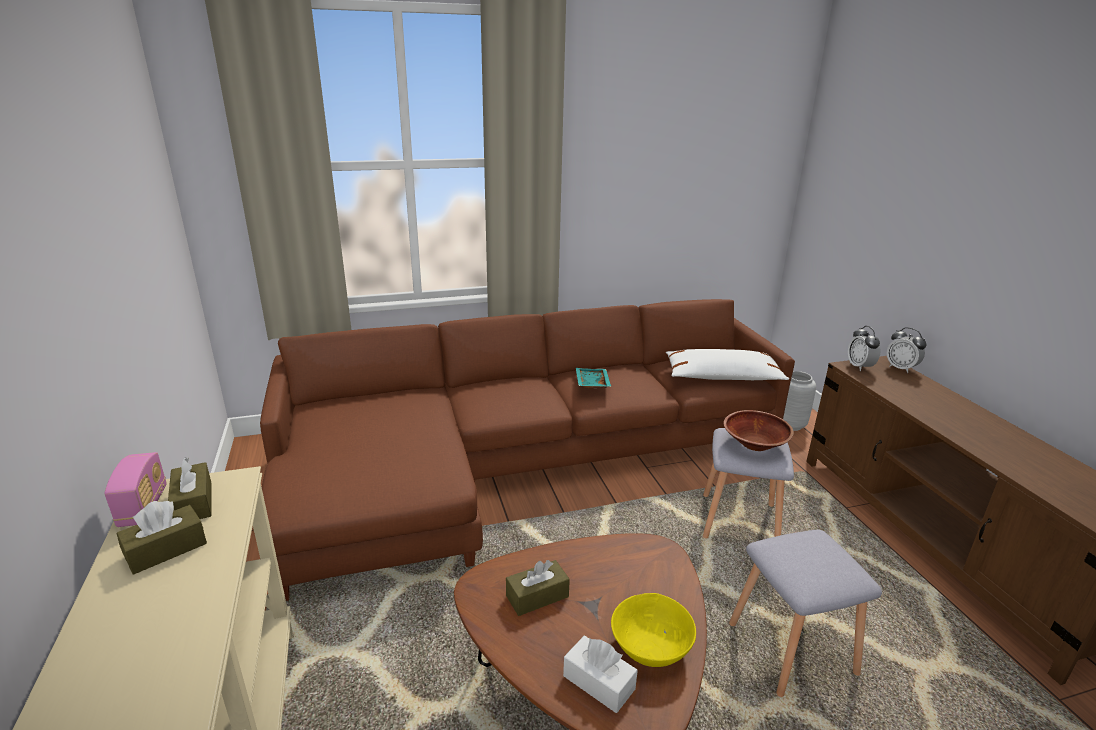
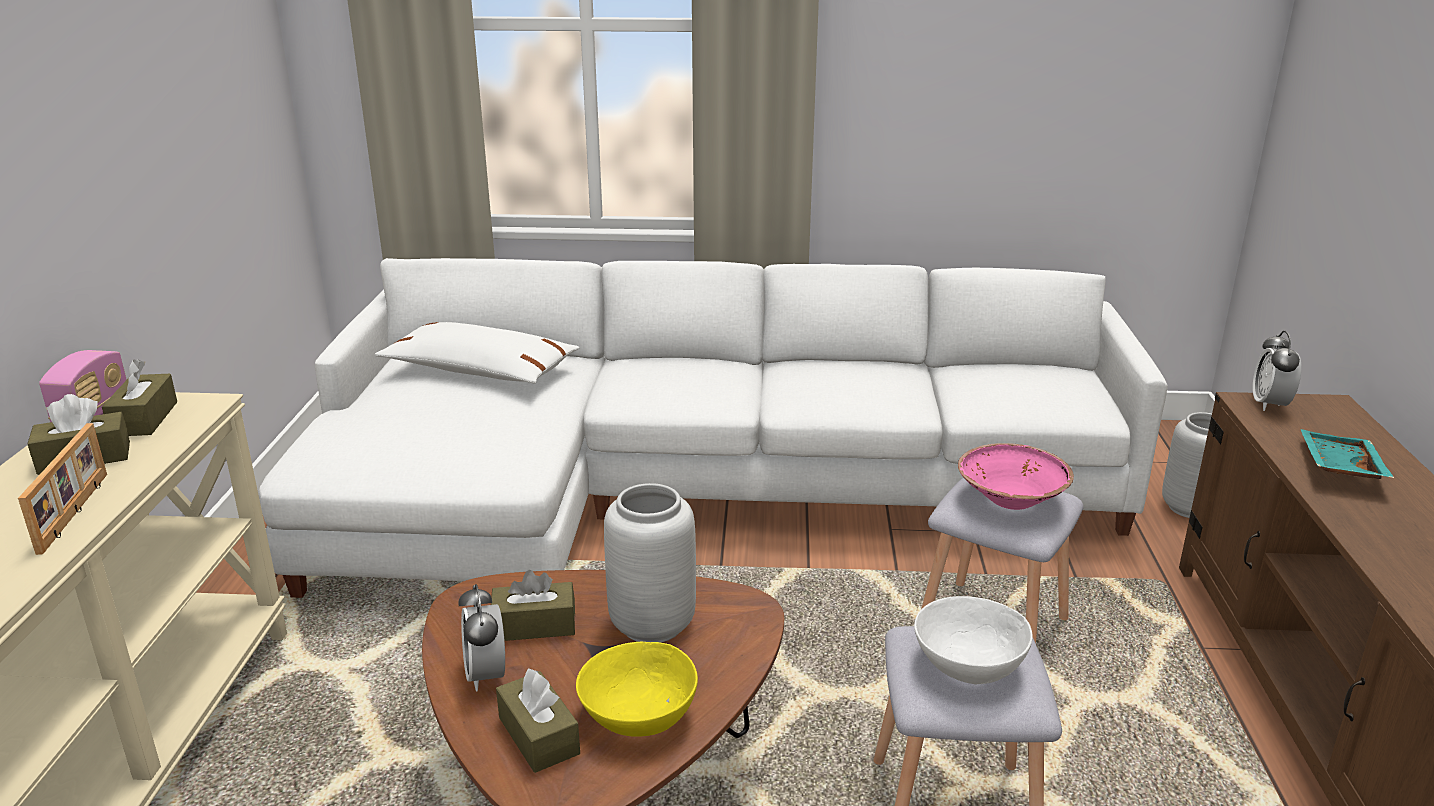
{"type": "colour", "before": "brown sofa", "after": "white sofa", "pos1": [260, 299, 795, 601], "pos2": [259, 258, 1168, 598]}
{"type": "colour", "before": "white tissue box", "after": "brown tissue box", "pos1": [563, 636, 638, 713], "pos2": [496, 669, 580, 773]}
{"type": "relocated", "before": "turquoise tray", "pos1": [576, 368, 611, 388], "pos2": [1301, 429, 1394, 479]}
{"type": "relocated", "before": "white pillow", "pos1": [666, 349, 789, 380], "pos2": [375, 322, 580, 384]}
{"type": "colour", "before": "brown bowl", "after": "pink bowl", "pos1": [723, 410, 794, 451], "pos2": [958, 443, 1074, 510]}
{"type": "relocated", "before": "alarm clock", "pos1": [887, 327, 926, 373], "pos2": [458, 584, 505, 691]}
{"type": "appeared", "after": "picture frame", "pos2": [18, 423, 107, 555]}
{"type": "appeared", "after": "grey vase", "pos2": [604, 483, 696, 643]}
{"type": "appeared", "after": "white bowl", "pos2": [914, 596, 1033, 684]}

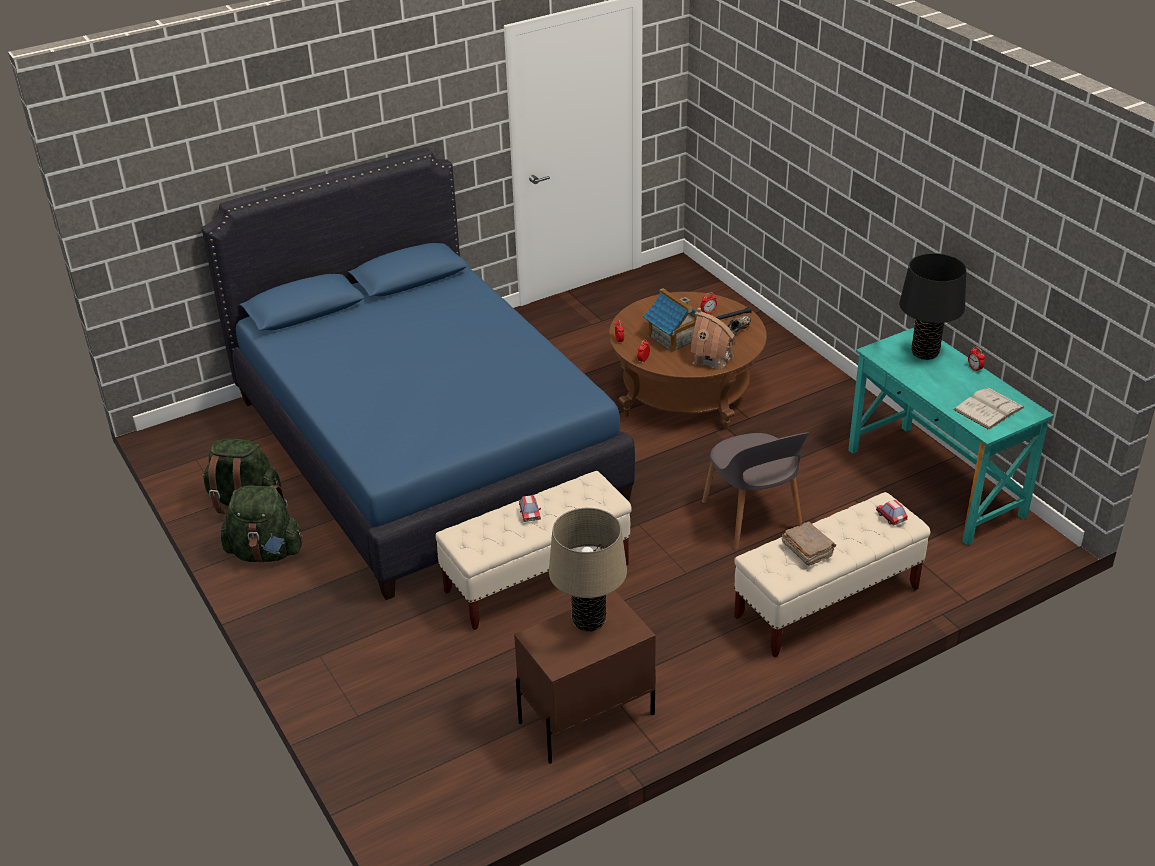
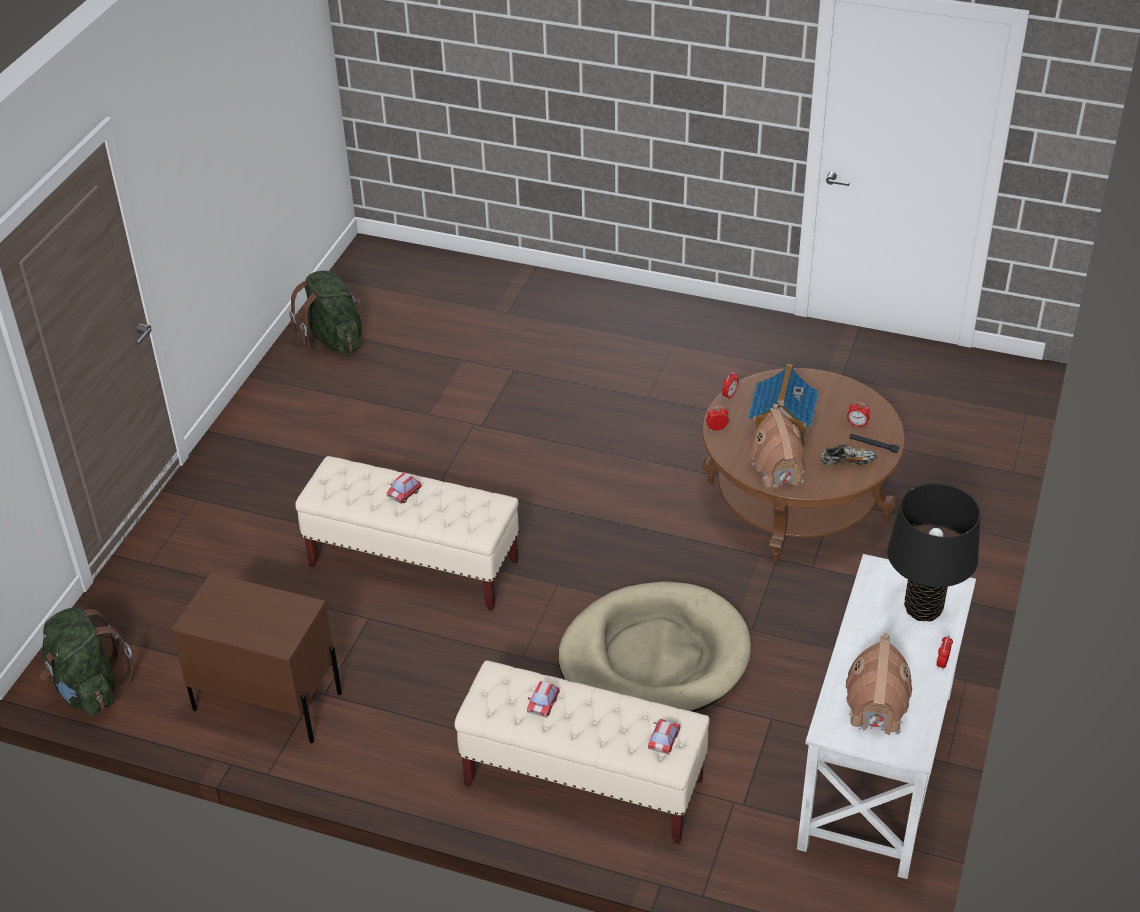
{"type": "missing", "before": "blue bed", "pos1": [201, 148, 635, 600]}
{"type": "relocated", "before": "green backpack", "pos1": [221, 485, 303, 563], "pos2": [40, 607, 134, 715]}
{"type": "missing", "before": "beige table lamp", "pos1": [549, 508, 627, 632]}
{"type": "exchanged", "before": "grey chair", "after": "beige dog bed", "pos1": [702, 432, 810, 550], "pos2": [558, 582, 751, 712]}
{"type": "exchanged", "before": "brown book", "after": "toy car", "pos1": [782, 522, 836, 566], "pos2": [527, 681, 560, 718]}
{"type": "colour", "before": "turquoise desk", "after": "white desk", "pos1": [848, 328, 1054, 545], "pos2": [797, 554, 976, 879]}
{"type": "exchanged", "before": "white book", "after": "toy house", "pos1": [953, 388, 1025, 430], "pos2": [846, 633, 912, 735]}

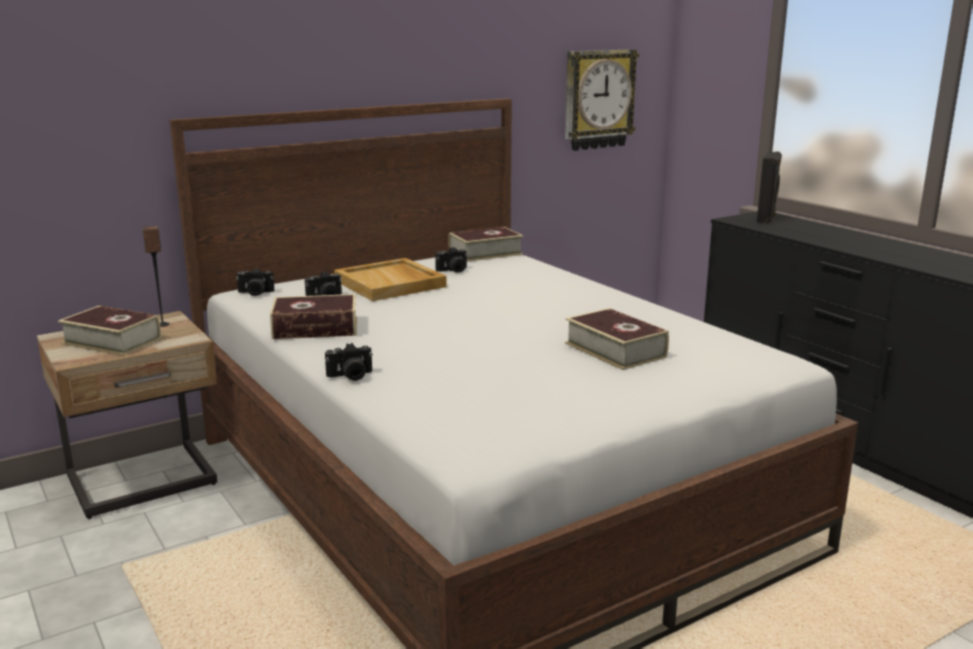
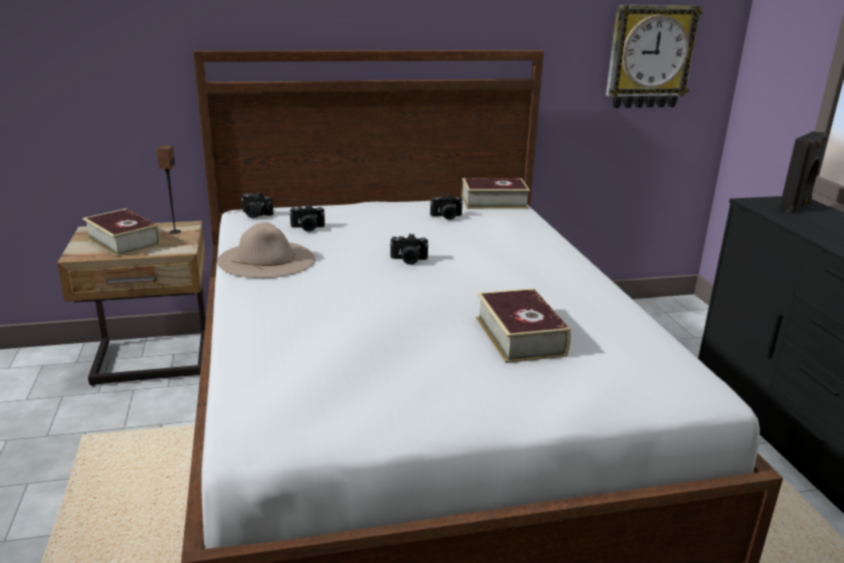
{"type": "exchanged", "before": "book", "after": "beige hat", "pos1": [270, 294, 357, 339], "pos2": [217, 222, 315, 278]}
{"type": "relocated", "before": "photo camera", "pos1": [325, 343, 373, 381], "pos2": [390, 234, 429, 265]}
{"type": "missing", "before": "beige tray", "pos1": [334, 258, 447, 301]}

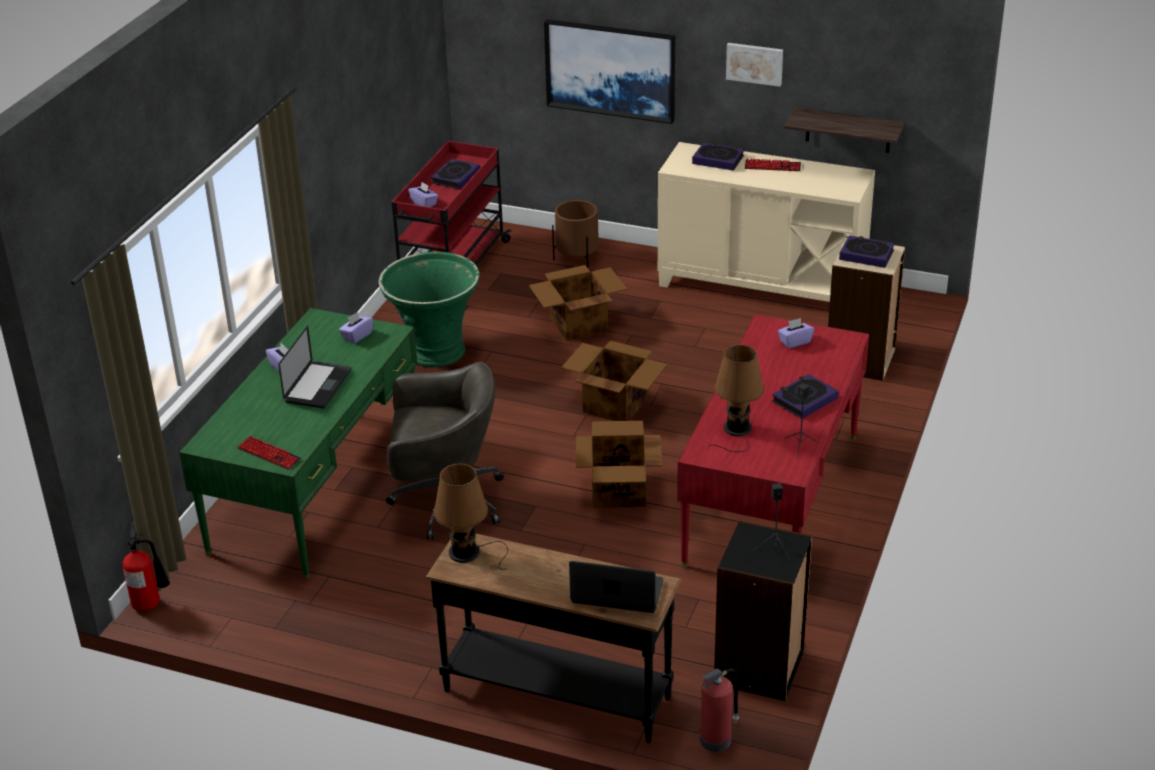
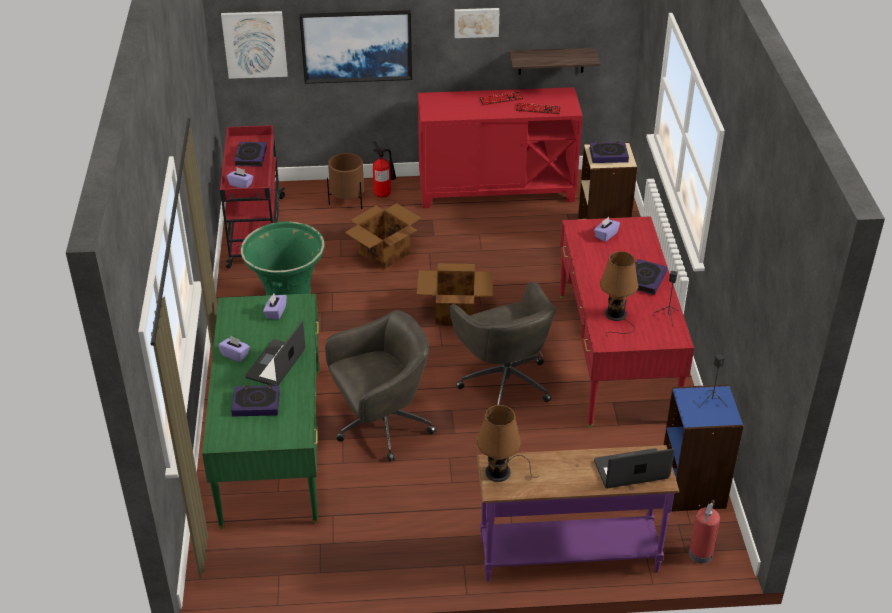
{"type": "relocated", "before": "fire extinguisher", "pos1": [123, 521, 170, 612], "pos2": [373, 141, 396, 197]}
{"type": "relocated", "before": "keyboard", "pos1": [237, 436, 301, 470], "pos2": [516, 102, 560, 114]}
{"type": "spun", "before": "laptop", "pos1": [278, 326, 351, 408], "pos2": [245, 321, 305, 386], "turn": -150}
{"type": "colour", "before": "black console table", "after": "purple console table", "pos1": [425, 534, 682, 743], "pos2": [477, 445, 680, 582]}
{"type": "exchanged", "before": "cardboard box", "after": "grey office chair", "pos1": [576, 421, 662, 508], "pos2": [449, 282, 556, 405]}
{"type": "colour", "before": "beige cabinet", "after": "red cabinet", "pos1": [658, 142, 875, 302], "pos2": [418, 87, 583, 208]}
{"type": "relocated", "before": "book", "pos1": [692, 142, 744, 171], "pos2": [231, 385, 280, 417]}
{"type": "colour", "before": "black bookcase", "after": "blue bookcase", "pos1": [714, 521, 812, 701], "pos2": [663, 384, 744, 512]}
{"type": "appeared", "after": "picture", "pos2": [221, 11, 288, 79]}

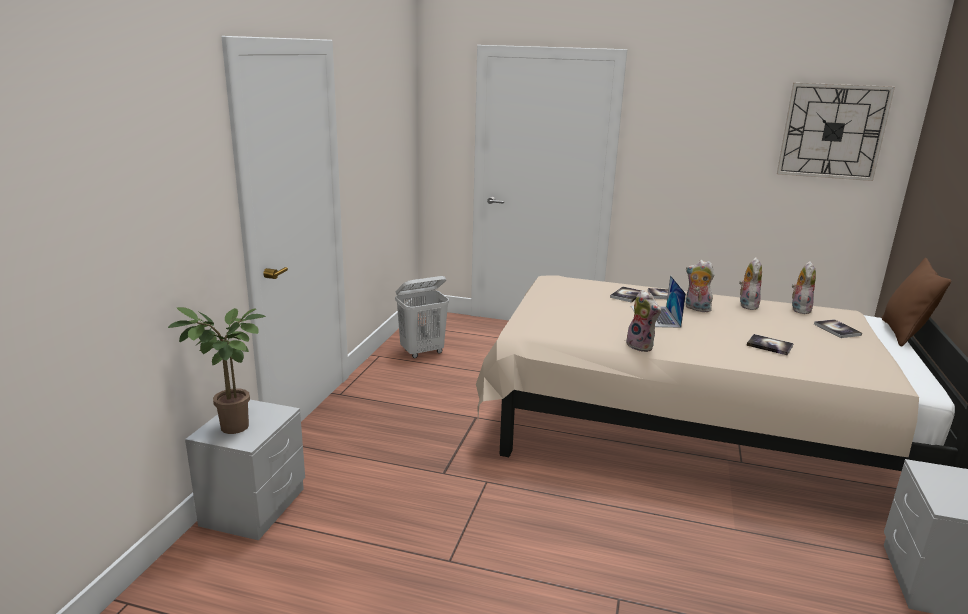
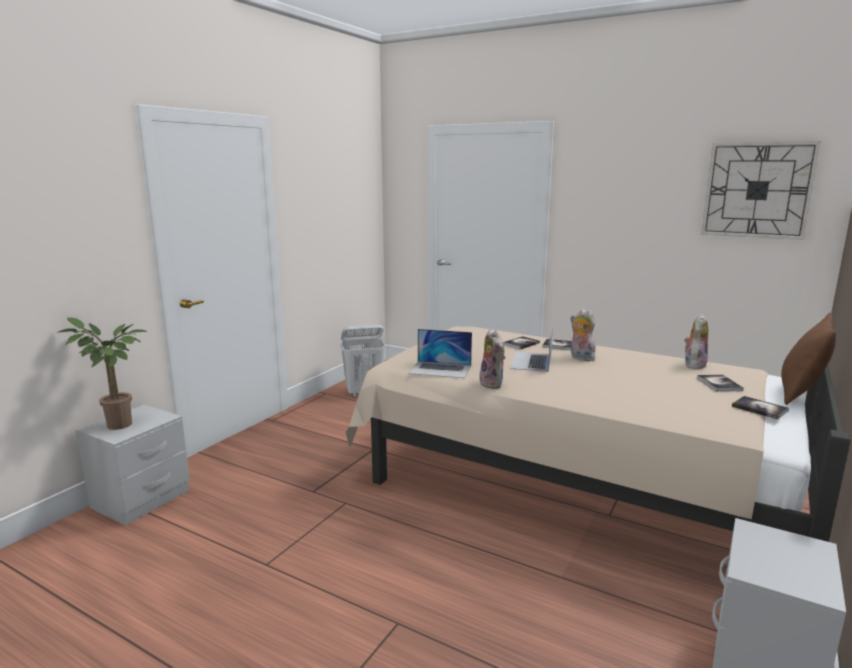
{"type": "missing", "before": "plush toy", "pos1": [739, 257, 762, 310]}
{"type": "relocated", "before": "book", "pos1": [747, 334, 794, 355], "pos2": [732, 396, 789, 420]}
{"type": "appeared", "after": "laptop", "pos2": [409, 329, 472, 378]}

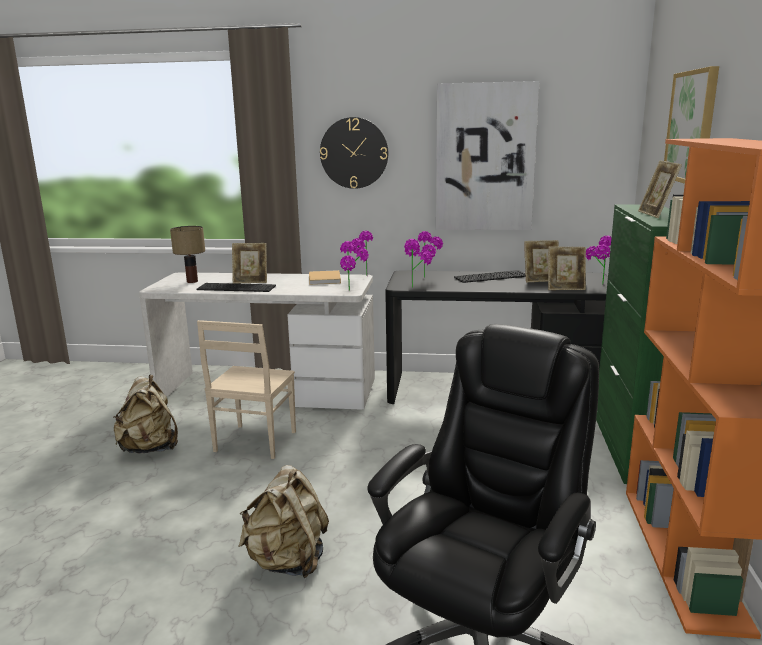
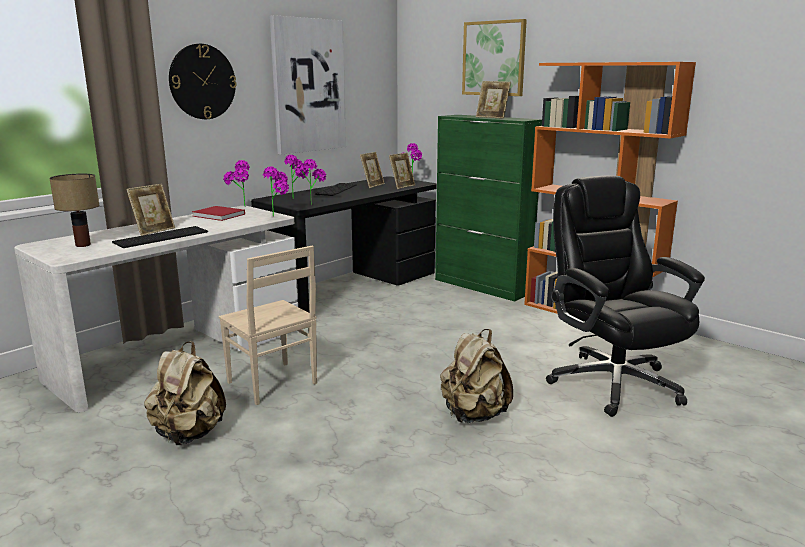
{"type": "colour", "before": "beige book", "after": "red book", "pos1": [309, 270, 341, 285], "pos2": [192, 206, 245, 221]}

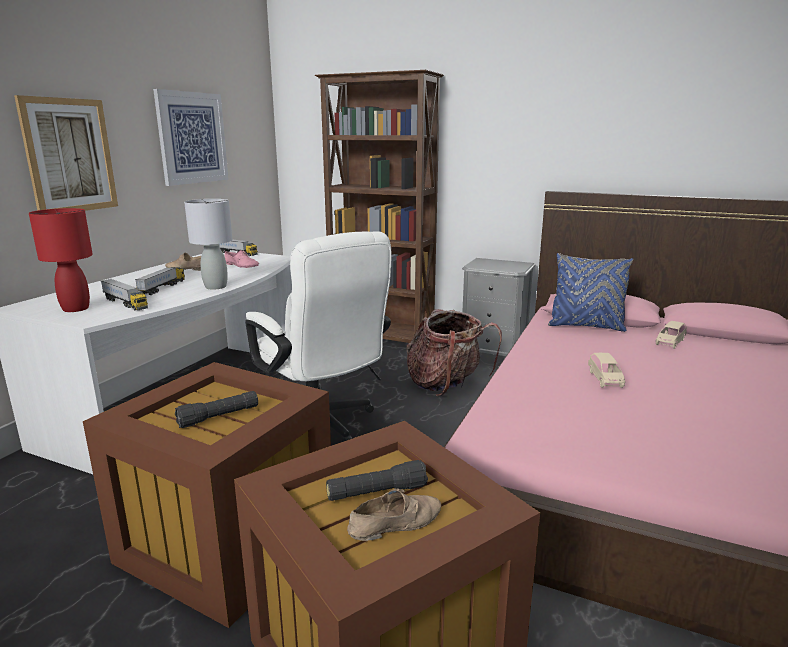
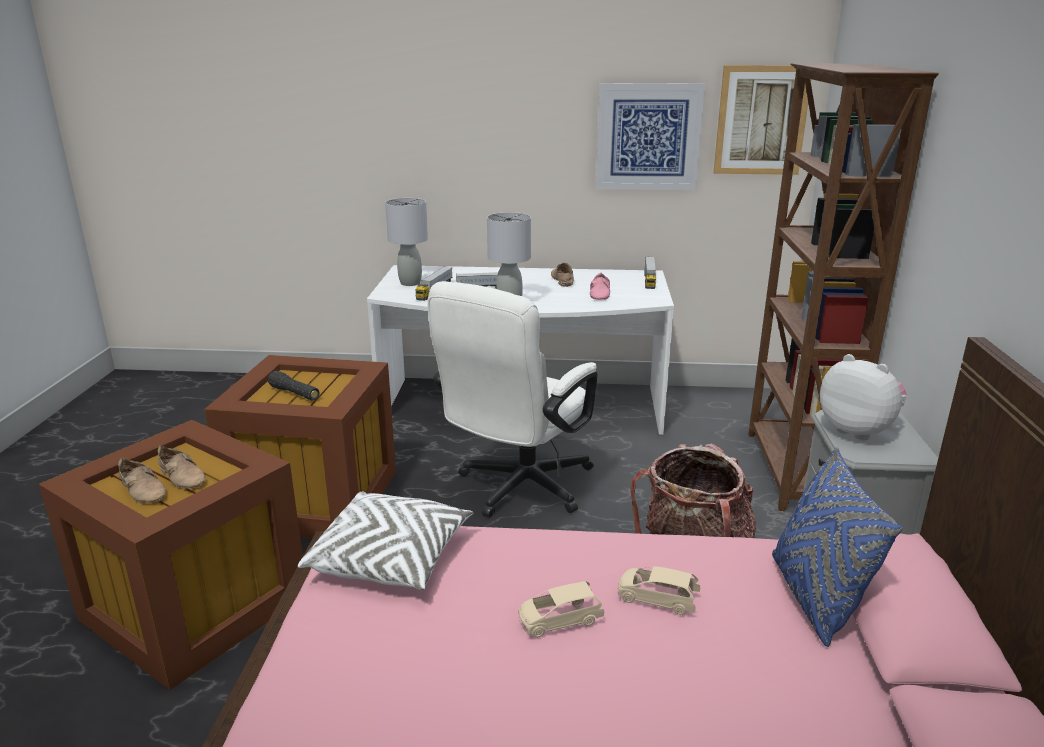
{"type": "relocated", "before": "picture", "pos1": [14, 95, 118, 211], "pos2": [713, 65, 812, 175]}
{"type": "colour", "before": "red table lamp", "after": "grey table lamp", "pos1": [29, 208, 93, 312], "pos2": [385, 198, 428, 286]}
{"type": "exchanged", "before": "black flashlight", "after": "beige shoe", "pos1": [326, 460, 428, 501], "pos2": [158, 445, 205, 489]}
{"type": "relocated", "before": "beige toy car", "pos1": [656, 321, 687, 349], "pos2": [618, 566, 700, 615]}
{"type": "appeared", "after": "white pillow", "pos2": [298, 491, 473, 590]}
{"type": "appeared", "after": "plush toy", "pos2": [820, 354, 907, 440]}

